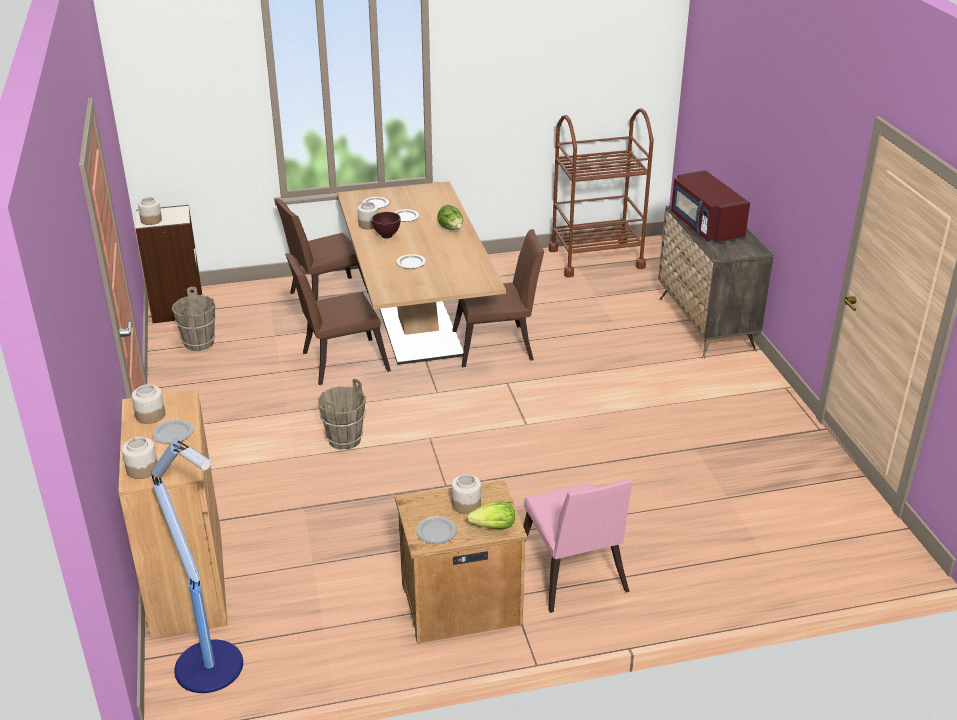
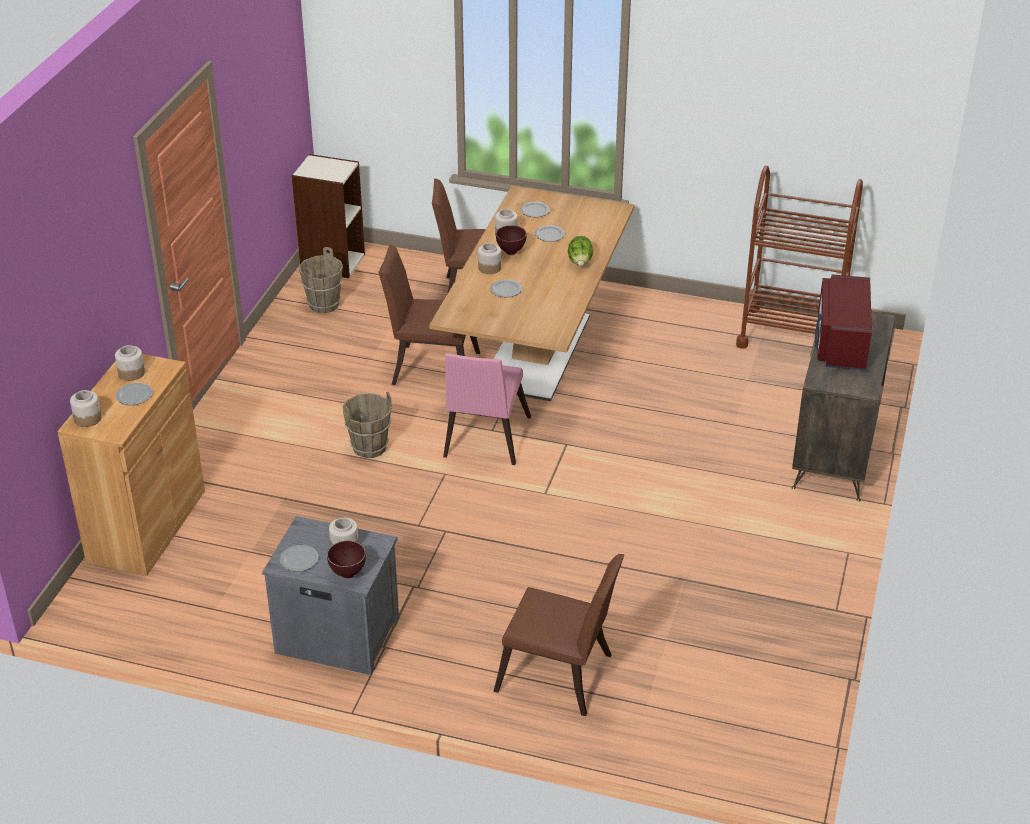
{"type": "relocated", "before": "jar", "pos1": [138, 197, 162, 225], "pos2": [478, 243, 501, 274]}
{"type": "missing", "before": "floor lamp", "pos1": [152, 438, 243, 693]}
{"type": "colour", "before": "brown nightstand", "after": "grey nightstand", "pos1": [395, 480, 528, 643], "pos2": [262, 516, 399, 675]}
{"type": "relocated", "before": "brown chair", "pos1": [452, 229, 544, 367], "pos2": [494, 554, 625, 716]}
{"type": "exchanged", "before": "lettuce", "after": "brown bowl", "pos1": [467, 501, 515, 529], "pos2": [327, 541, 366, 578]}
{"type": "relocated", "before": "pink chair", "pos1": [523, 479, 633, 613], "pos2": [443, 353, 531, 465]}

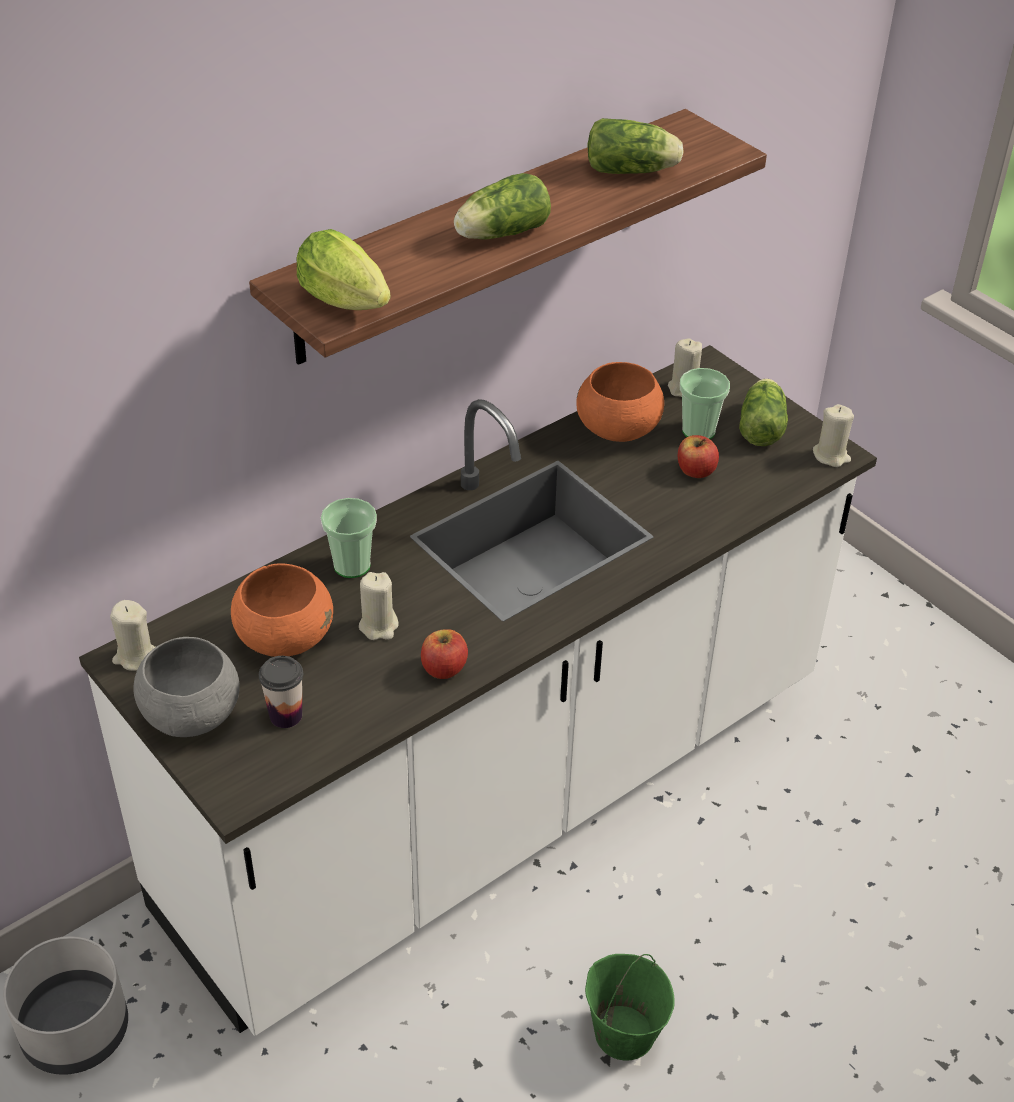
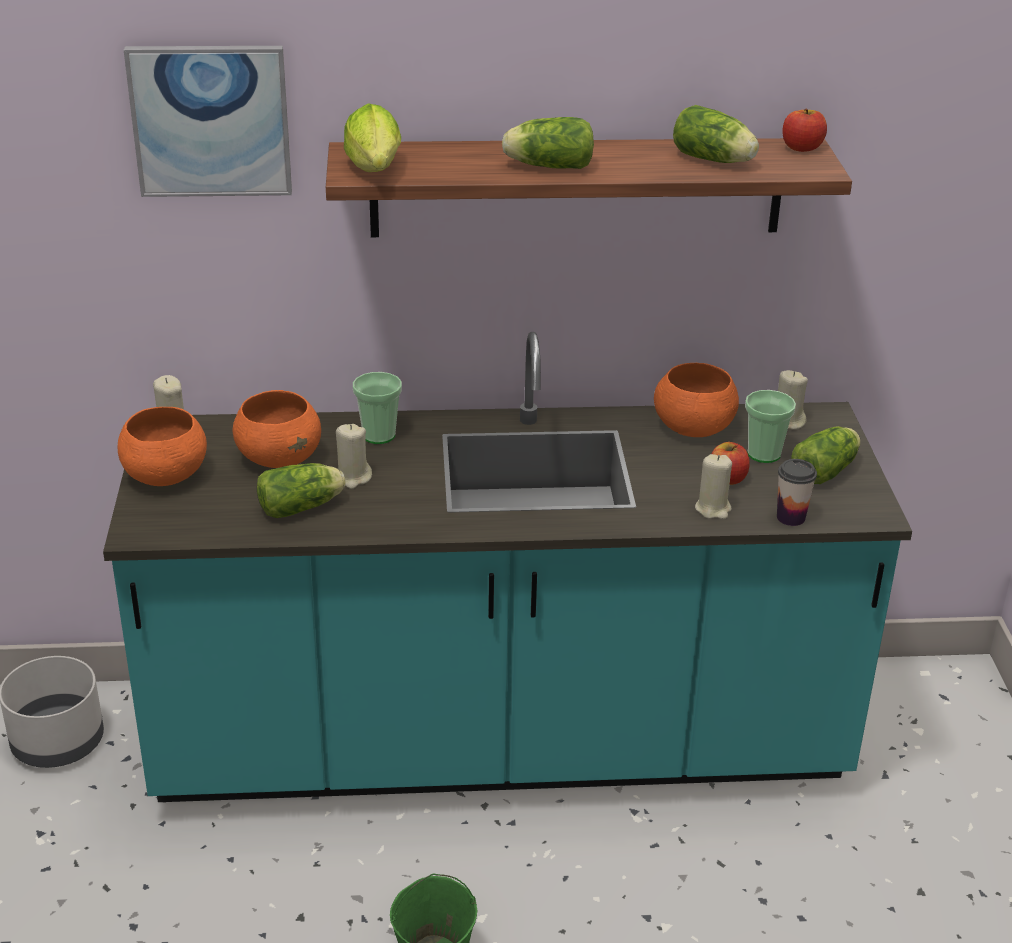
{"type": "colour", "before": "white counter", "after": "turquoise counter", "pos1": [79, 345, 877, 1036], "pos2": [103, 332, 912, 802]}
{"type": "colour", "before": "grey bowl", "after": "orange bowl", "pos1": [133, 637, 240, 737], "pos2": [118, 407, 207, 486]}
{"type": "relocated", "before": "cup", "pos1": [259, 656, 303, 728], "pos2": [777, 459, 817, 526]}
{"type": "relocated", "before": "apple", "pos1": [421, 629, 468, 679], "pos2": [782, 109, 827, 152]}
{"type": "relocated", "before": "beige candle", "pos1": [813, 404, 854, 467], "pos2": [695, 454, 732, 519]}
{"type": "appeared", "after": "picture", "pos2": [124, 46, 292, 197]}
{"type": "appeared", "after": "lettuce", "pos2": [257, 463, 346, 518]}

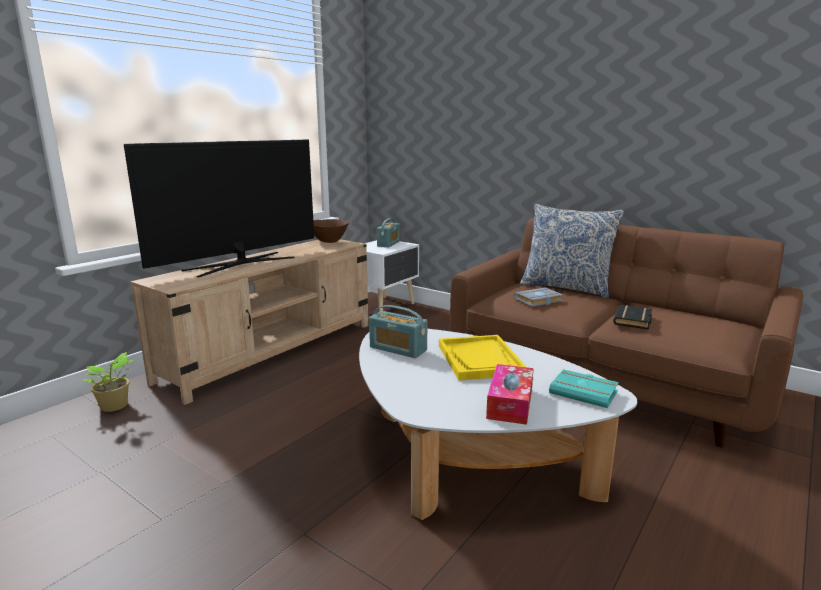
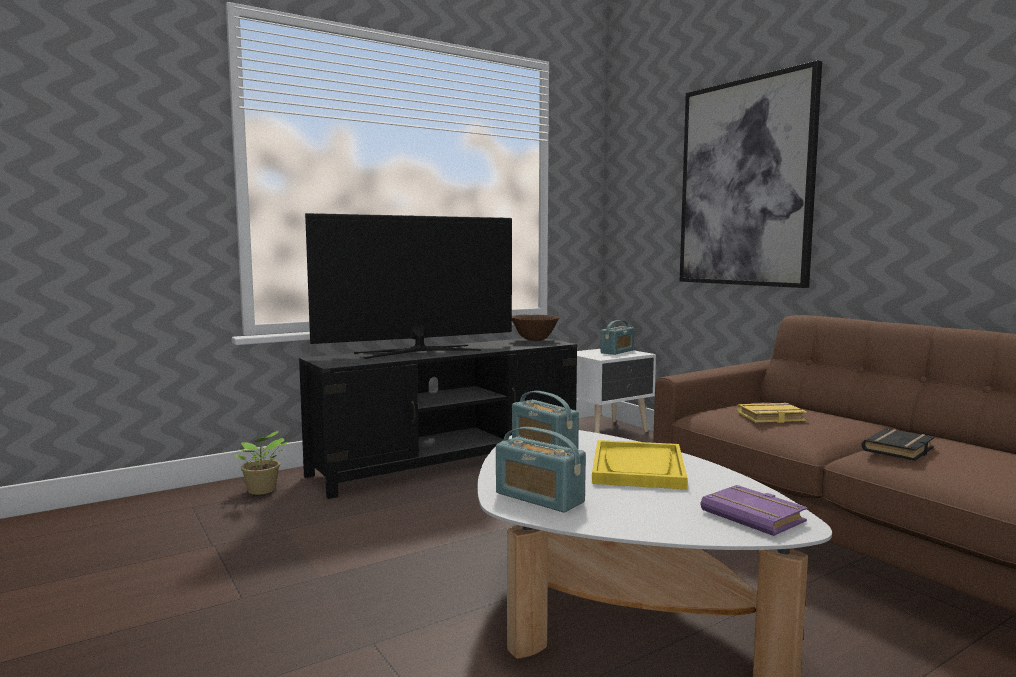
{"type": "colour", "before": "beige tv stand", "after": "black tv stand", "pos1": [131, 239, 368, 405], "pos2": [299, 338, 577, 499]}
{"type": "missing", "before": "tissue box", "pos1": [486, 364, 534, 425]}
{"type": "colour", "before": "grey book", "after": "yellow book", "pos1": [514, 288, 563, 307], "pos2": [737, 403, 807, 423]}
{"type": "missing", "before": "pillow", "pos1": [520, 204, 624, 298]}
{"type": "colour", "before": "turquoise book", "after": "purple book", "pos1": [549, 369, 619, 408], "pos2": [701, 485, 807, 536]}
{"type": "appeared", "after": "radio", "pos2": [496, 427, 586, 513]}
{"type": "appeared", "after": "picture", "pos2": [679, 60, 822, 288]}

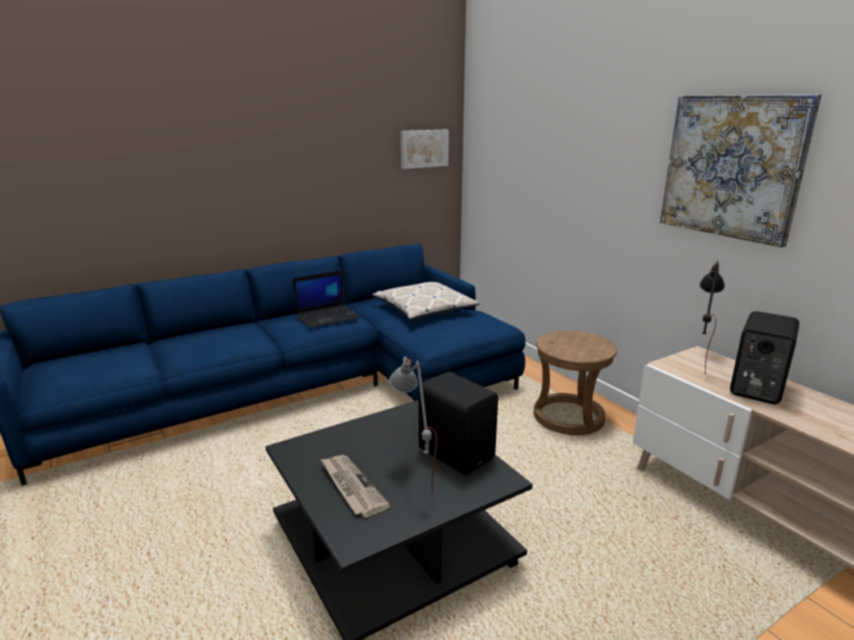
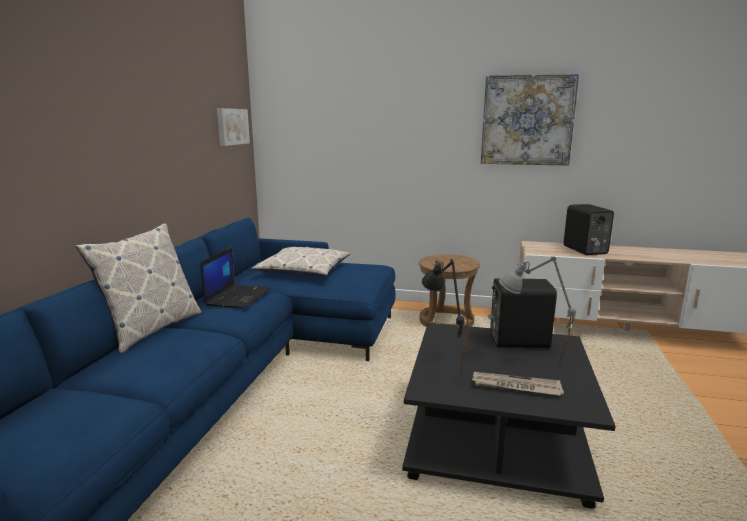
{"type": "relocated", "before": "black table lamp", "pos1": [700, 261, 725, 372], "pos2": [422, 259, 468, 376]}
{"type": "appeared", "after": "pillow", "pos2": [76, 224, 201, 353]}

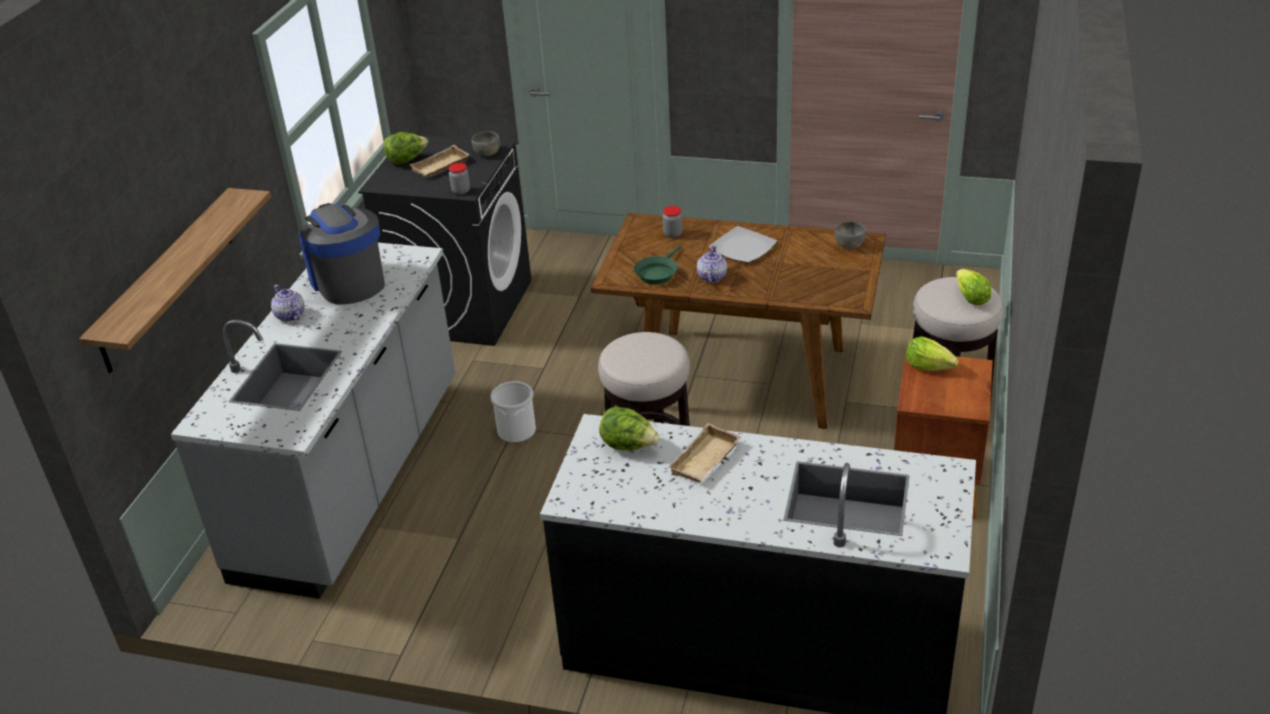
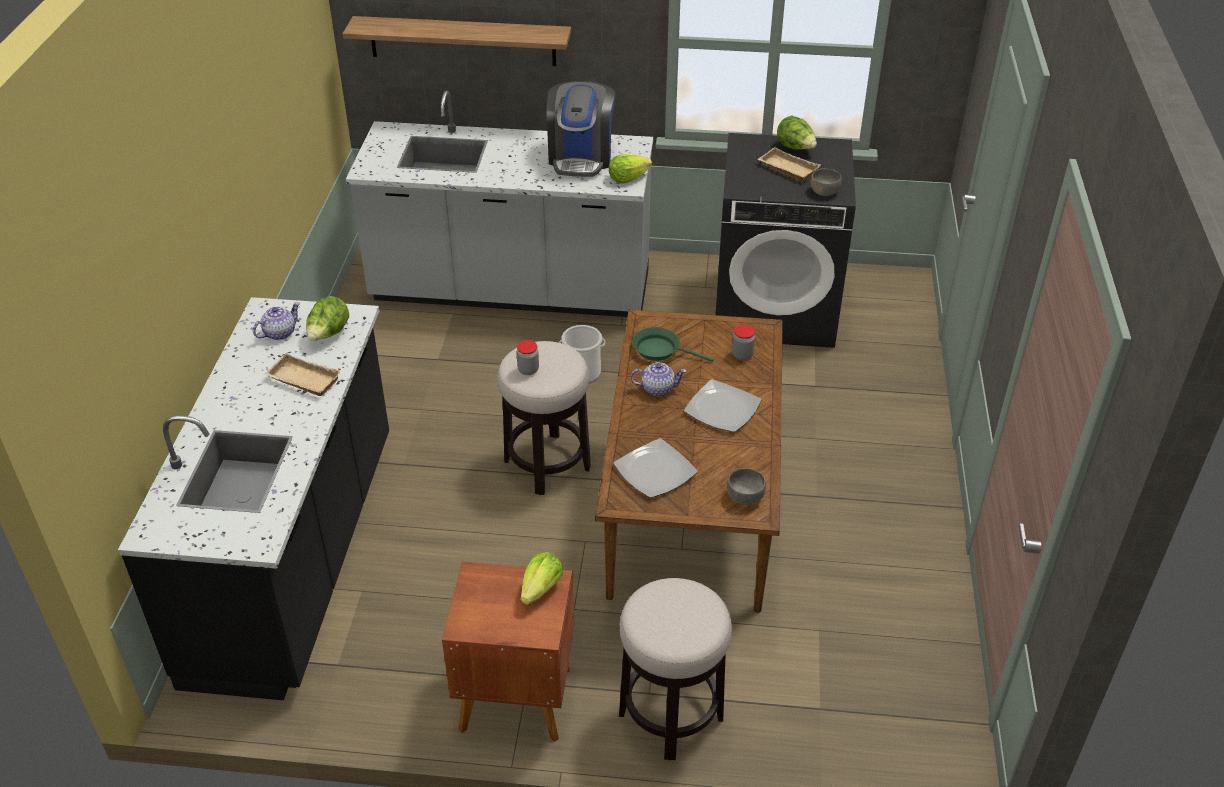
{"type": "relocated", "before": "teapot", "pos1": [271, 285, 305, 322], "pos2": [253, 302, 300, 340]}
{"type": "spun", "before": "coffee machine", "pos1": [298, 203, 385, 304], "pos2": [547, 81, 615, 177], "turn": 135}
{"type": "relocated", "before": "jar", "pos1": [449, 163, 470, 195], "pos2": [516, 340, 539, 375]}
{"type": "relocated", "before": "lettuce", "pos1": [956, 269, 991, 305], "pos2": [609, 154, 652, 184]}
{"type": "appeared", "after": "plate", "pos2": [613, 438, 698, 498]}

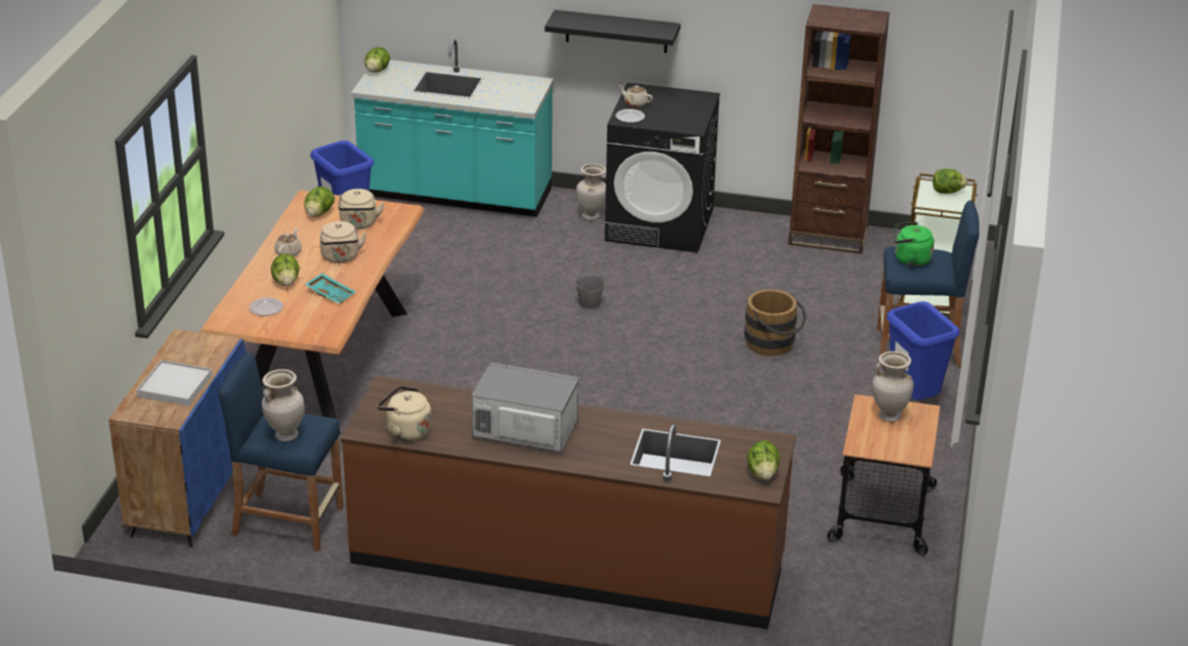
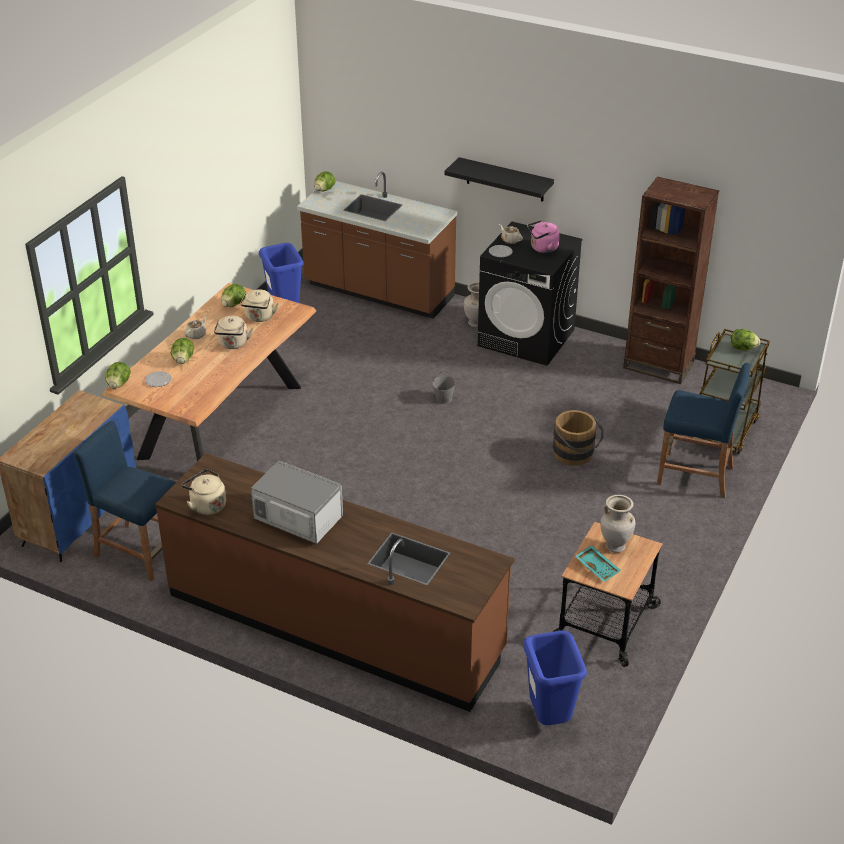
{"type": "missing", "before": "white tray", "pos1": [137, 360, 212, 406]}
{"type": "missing", "before": "beige vase", "pos1": [262, 369, 305, 442]}
{"type": "relocated", "before": "turquoise tray", "pos1": [304, 273, 356, 304], "pos2": [575, 545, 621, 582]}
{"type": "colour", "before": "turquoise counter", "after": "brown counter", "pos1": [351, 39, 554, 217], "pos2": [297, 172, 457, 319]}
{"type": "relocated", "before": "lettuce", "pos1": [747, 440, 780, 480], "pos2": [105, 362, 131, 389]}
{"type": "relocated", "before": "blue trash can", "pos1": [887, 301, 960, 400], "pos2": [523, 630, 587, 725]}
{"type": "missing", "before": "green kettle", "pos1": [894, 222, 934, 267]}
{"type": "appeared", "after": "pink kettle", "pos2": [527, 220, 560, 253]}

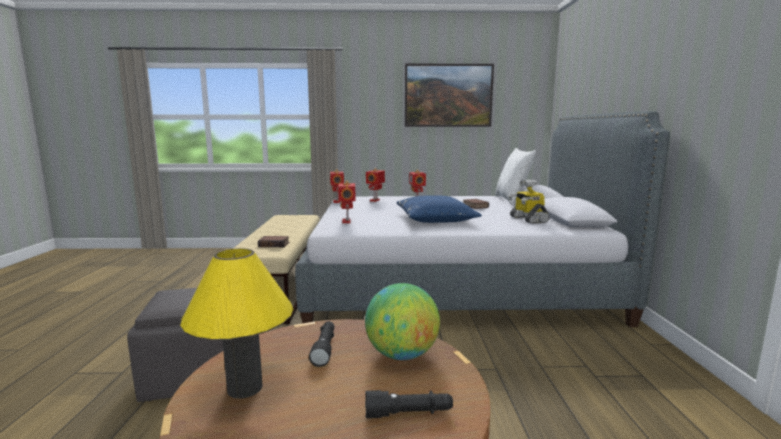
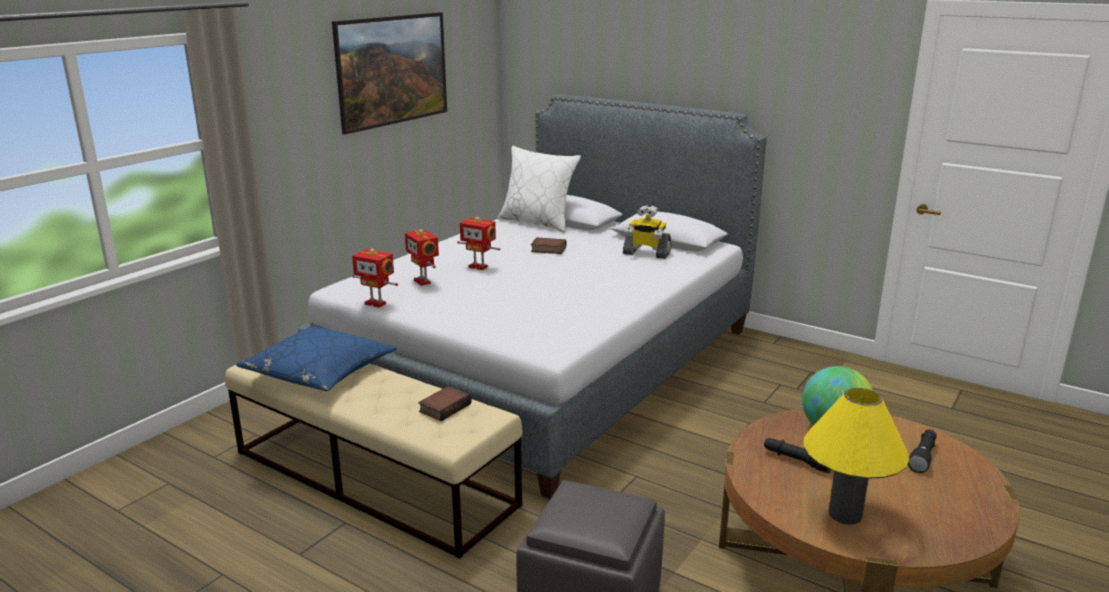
{"type": "missing", "before": "toy robot", "pos1": [338, 180, 356, 223]}
{"type": "relocated", "before": "blue pillow", "pos1": [397, 195, 482, 223], "pos2": [236, 326, 397, 391]}

